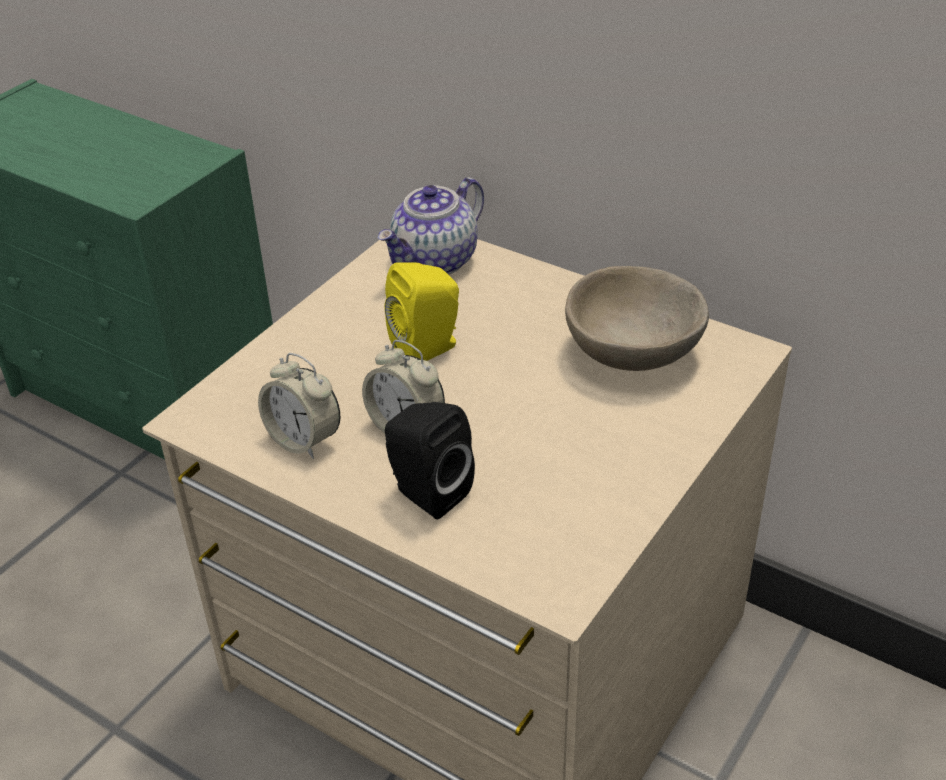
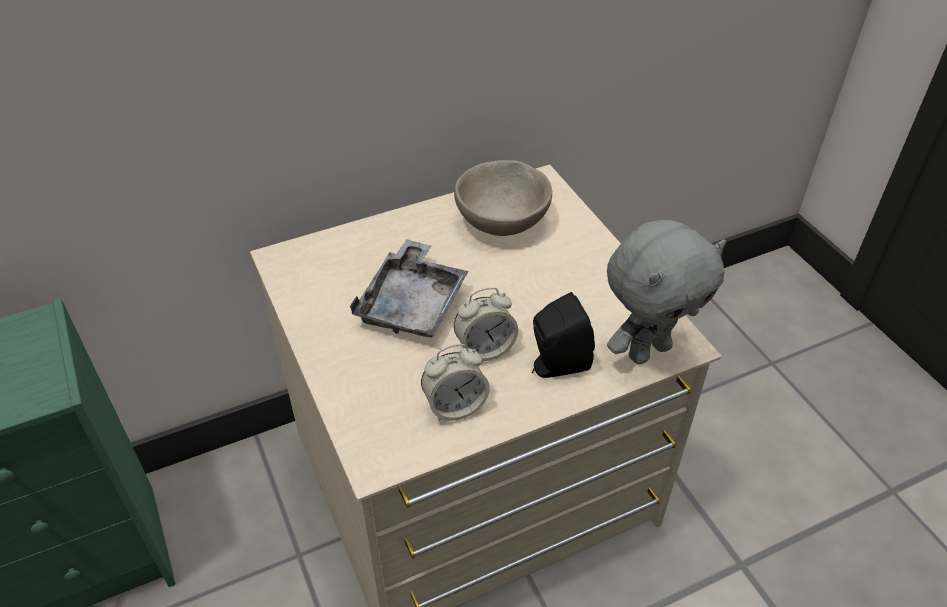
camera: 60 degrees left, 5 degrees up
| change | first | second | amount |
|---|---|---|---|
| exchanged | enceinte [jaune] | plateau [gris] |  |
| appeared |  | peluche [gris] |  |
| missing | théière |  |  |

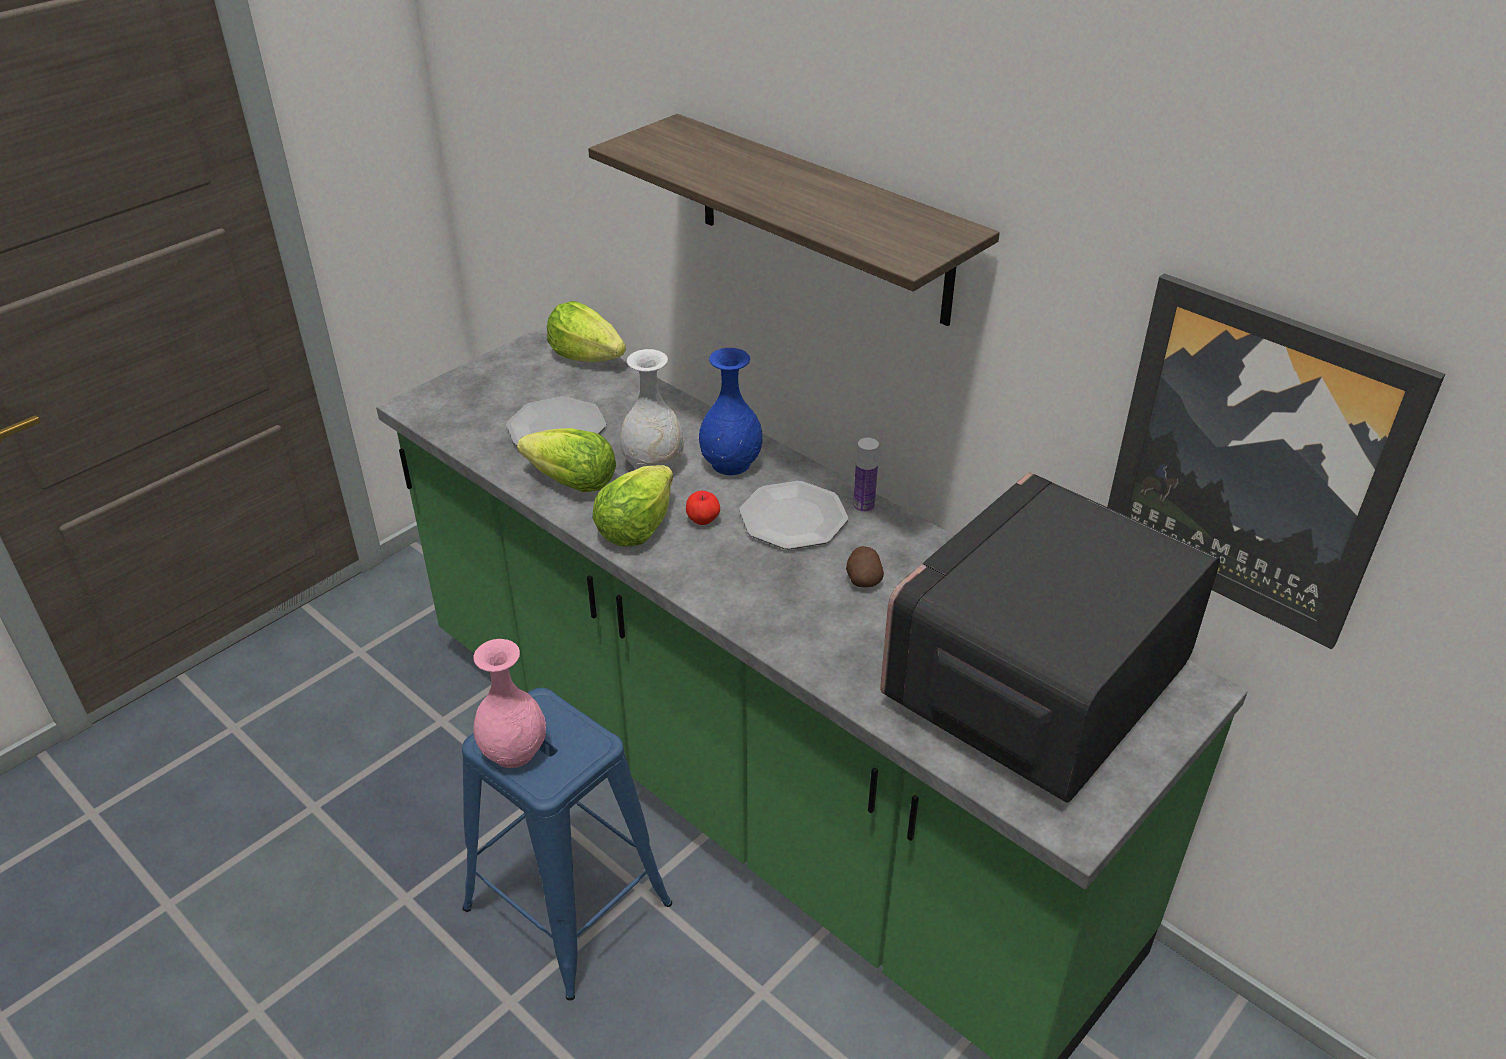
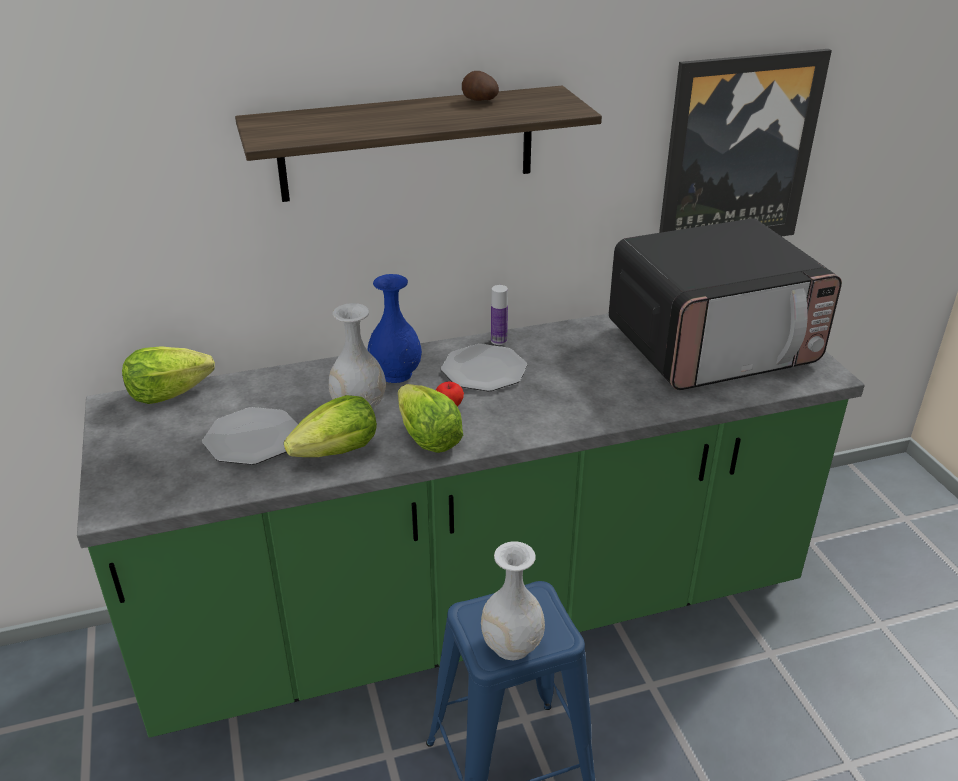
camera: 60 degrees left, 5 degrees down
| change | first | second | amount |
|---|---|---|---|
| relocated | pomme de terre |  |  |
| colour | vase [rose] | vase [blanc] (no. 2 from left) |  |
| spun | micro-ondes |  | 90 degrees counterclockwise |

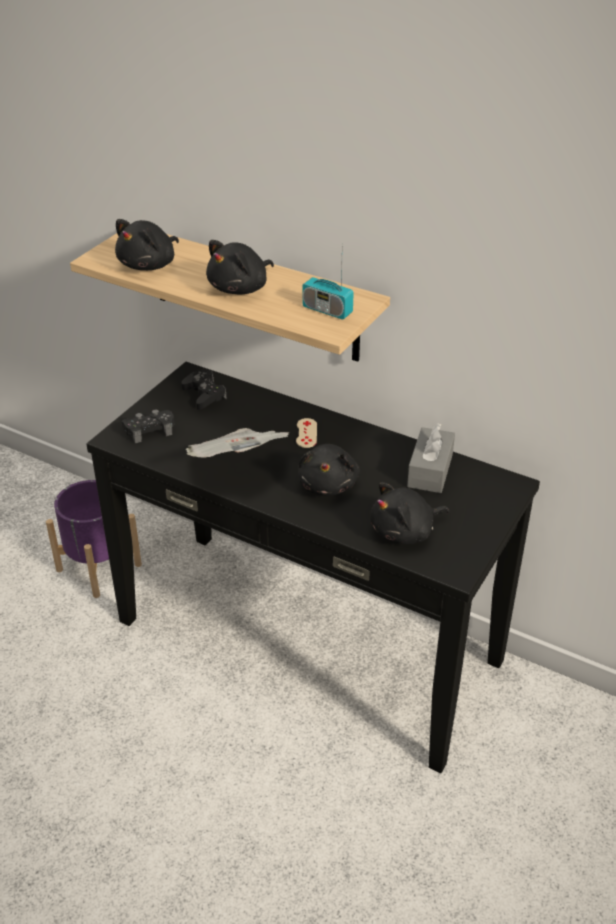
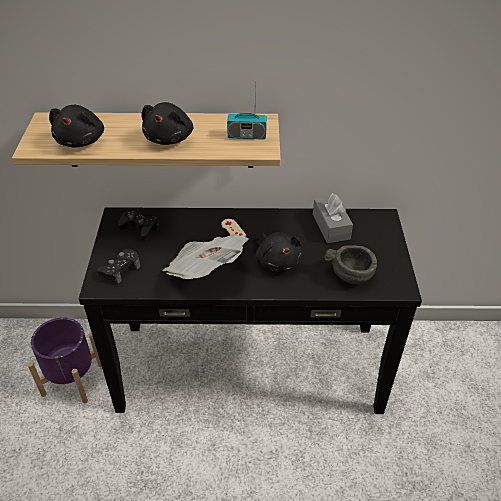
camera: 30 degrees left, 5 degrees up
| change | first | second | amount |
|---|---|---|---|
| exchanged | peluche [noir] (no. 4 from left) | bol [gris] |  |

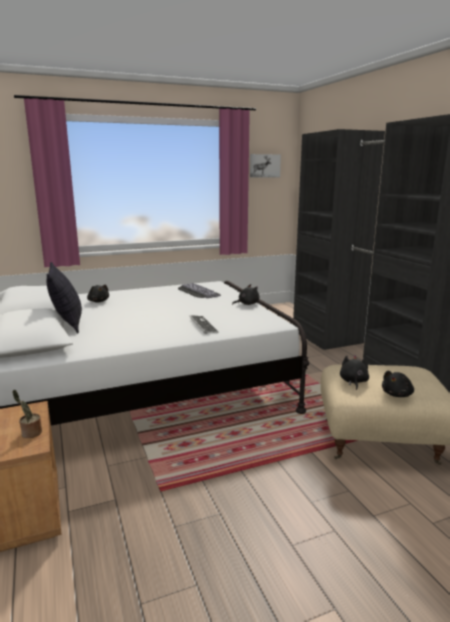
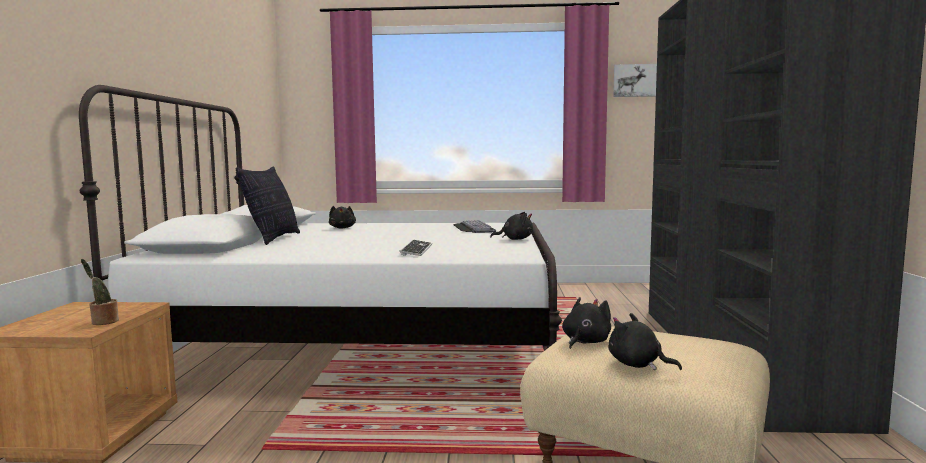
camera: 25 degrees right, 10 degrees down
| change | first | second | amount |
|---|---|---|---|
| spun | peluche [noir] (no. 4 from left) |  | 60 degrees clockwise |

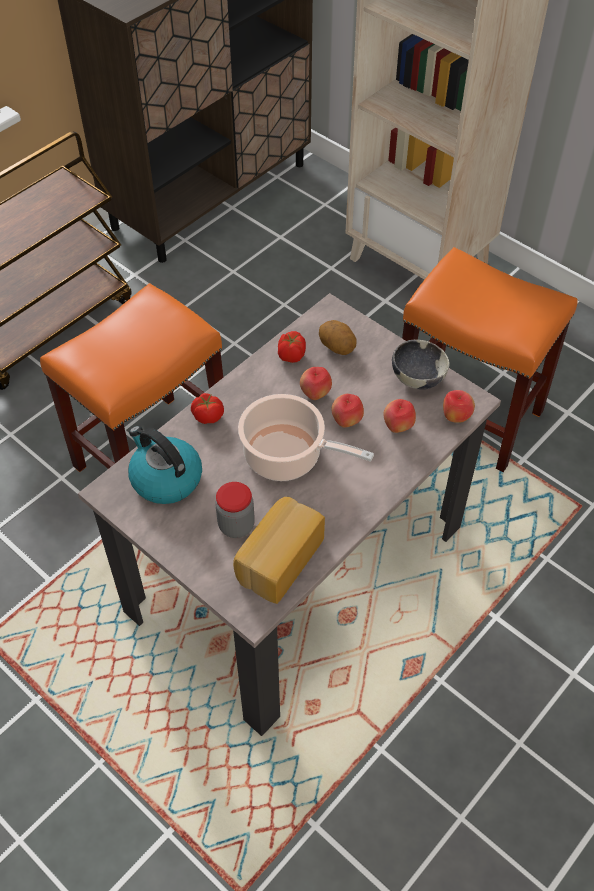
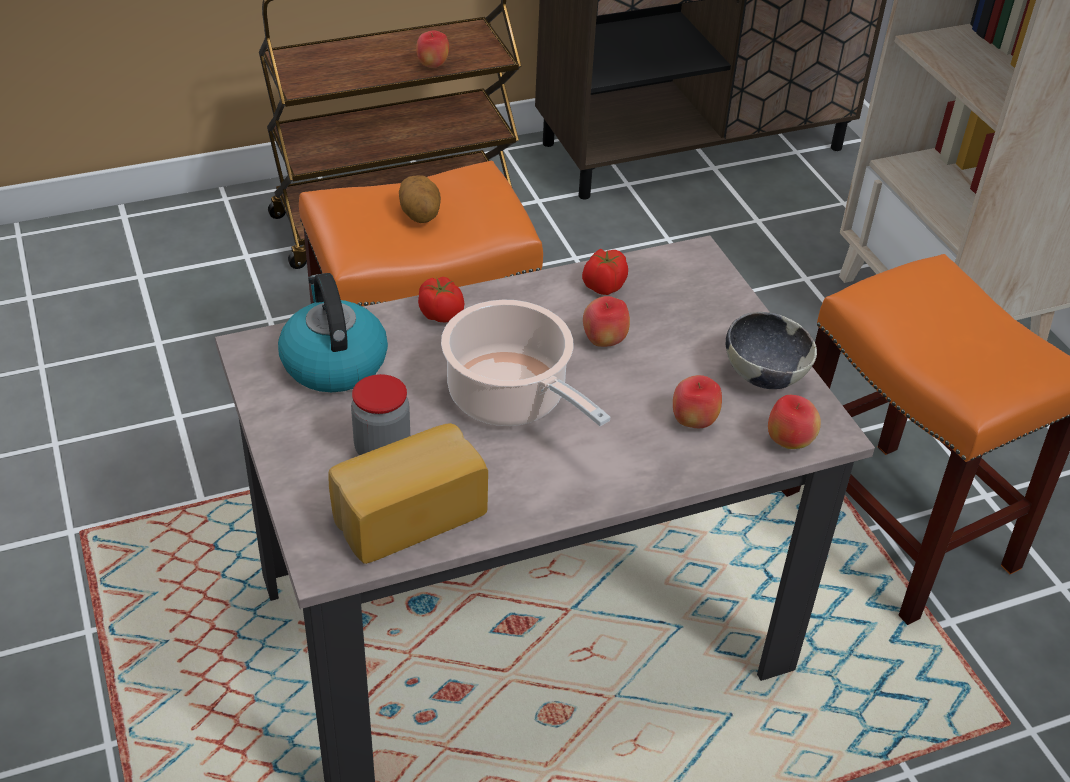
camera: 25 degrees right, 10 degrees down
| change | first | second | amount |
|---|---|---|---|
| relocated | pomme de terre |  |  |
| relocated | pomme (no. 2 from left in the first image) | pomme (no. 1 from left) |  |

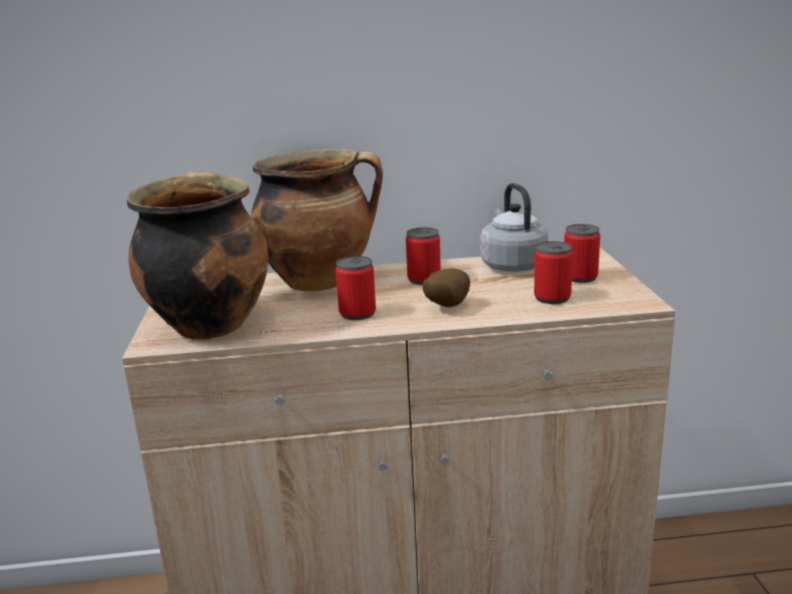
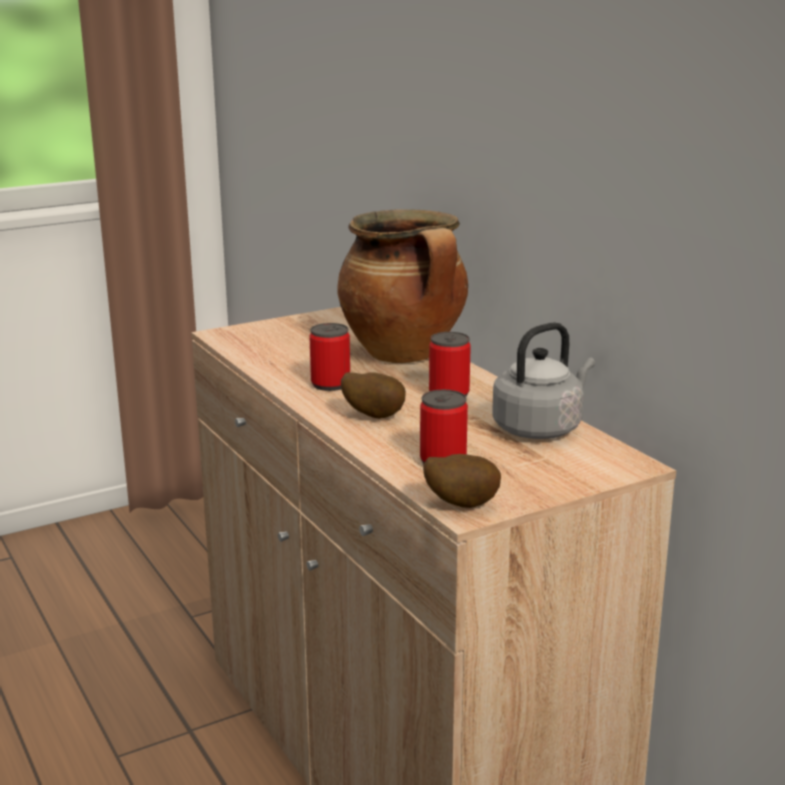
camera: 65 degrees right, 0 degrees up
| change | first | second | amount |
|---|---|---|---|
| appeared |  | pomme de terre (no. 2 from left) |  |
| missing | marmite (no. 1 from left) |  |  |
| missing | boîte métallique (no. 4 from left) |  |  |

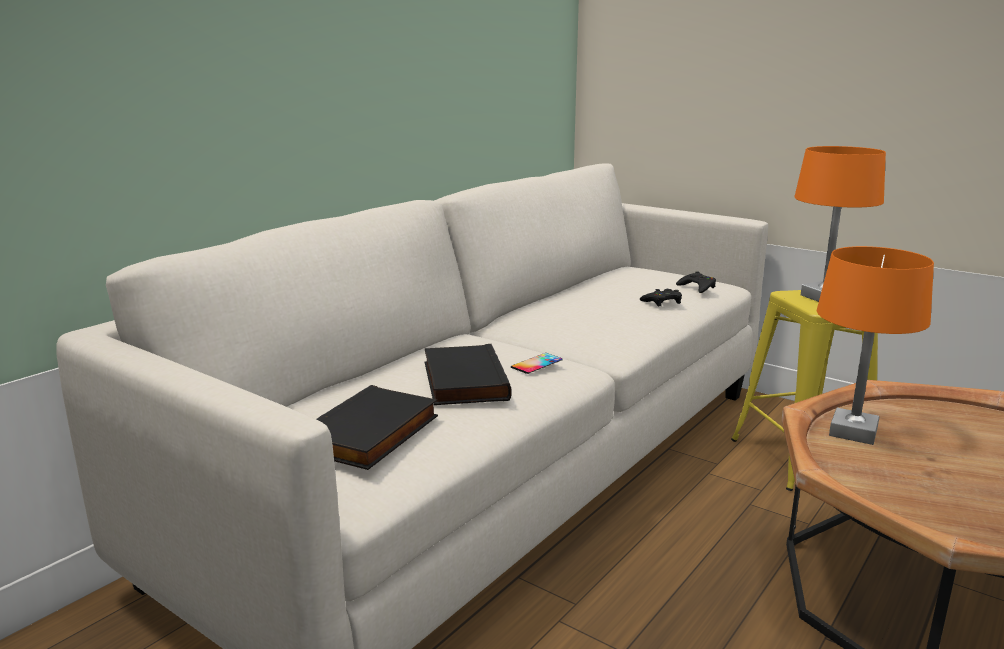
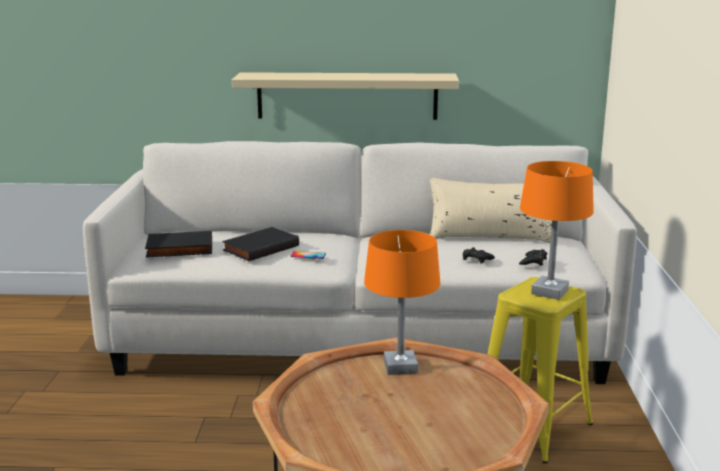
camera: 55 degrees right, 0 degrees up
| change | first | second | amount |
|---|---|---|---|
| appeared |  | étagère [beige] |  |
| appeared |  | coussin [beige] |  |

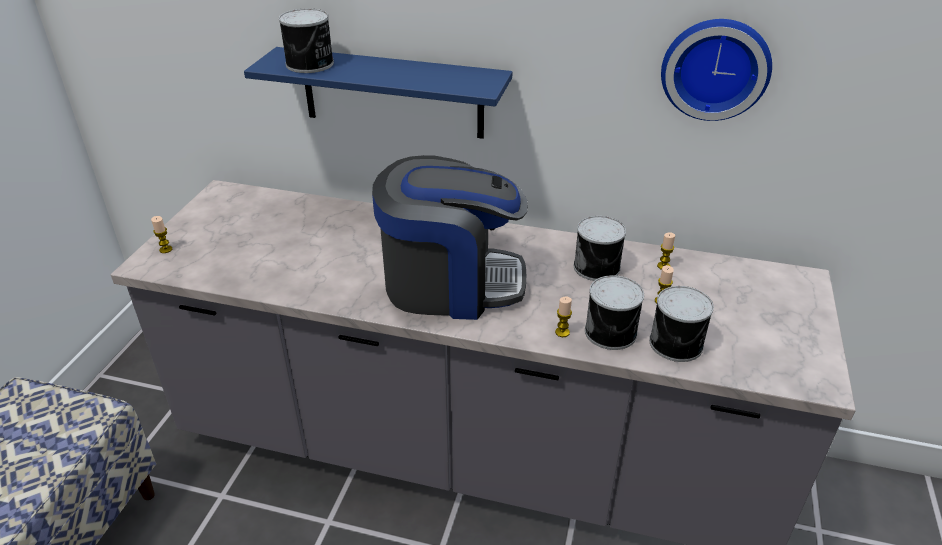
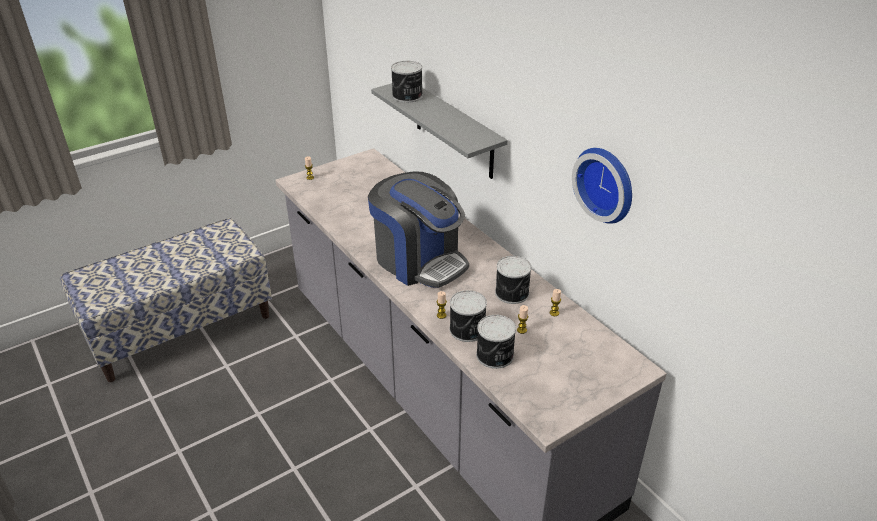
camera: 40 degrees right, 0 degrees up
| change | first | second | amount |
|---|---|---|---|
| colour | étagère [bleu] | étagère [gris] |  |

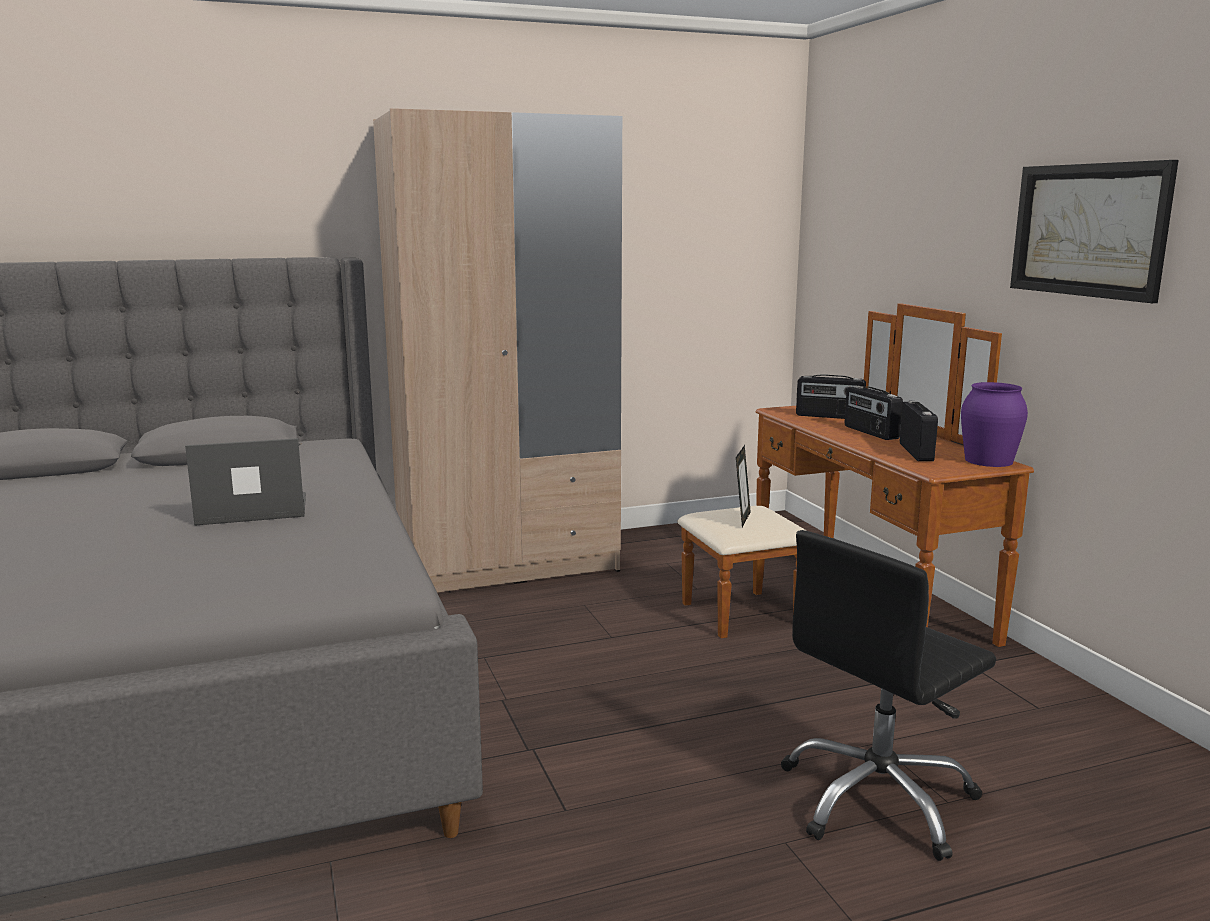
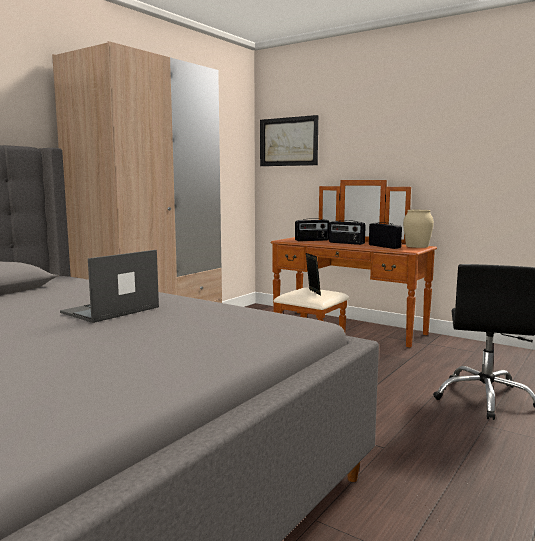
camera: 35 degrees left, 5 degrees down
| change | first | second | amount |
|---|---|---|---|
| relocated | tableau |  |  |
| colour | vase [violet] | vase [beige] |  |

